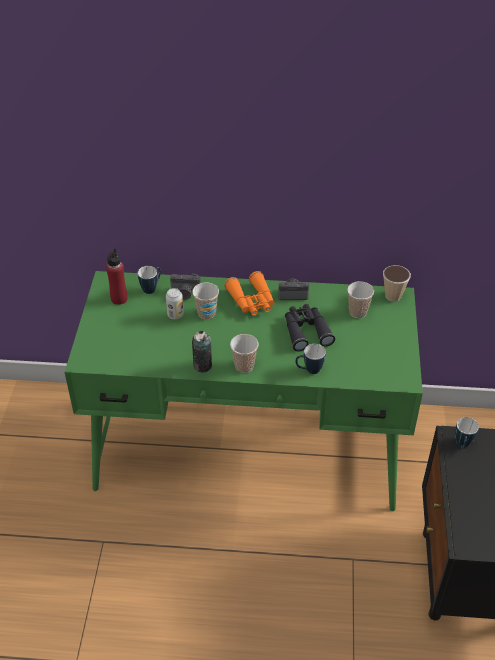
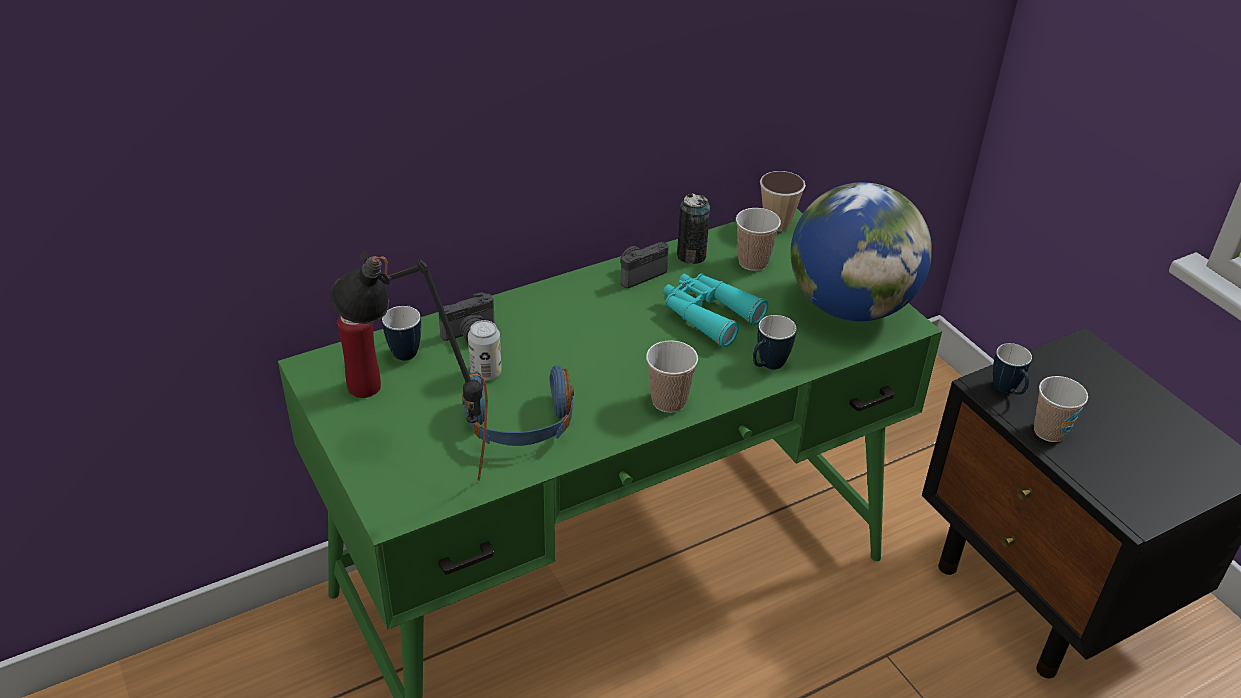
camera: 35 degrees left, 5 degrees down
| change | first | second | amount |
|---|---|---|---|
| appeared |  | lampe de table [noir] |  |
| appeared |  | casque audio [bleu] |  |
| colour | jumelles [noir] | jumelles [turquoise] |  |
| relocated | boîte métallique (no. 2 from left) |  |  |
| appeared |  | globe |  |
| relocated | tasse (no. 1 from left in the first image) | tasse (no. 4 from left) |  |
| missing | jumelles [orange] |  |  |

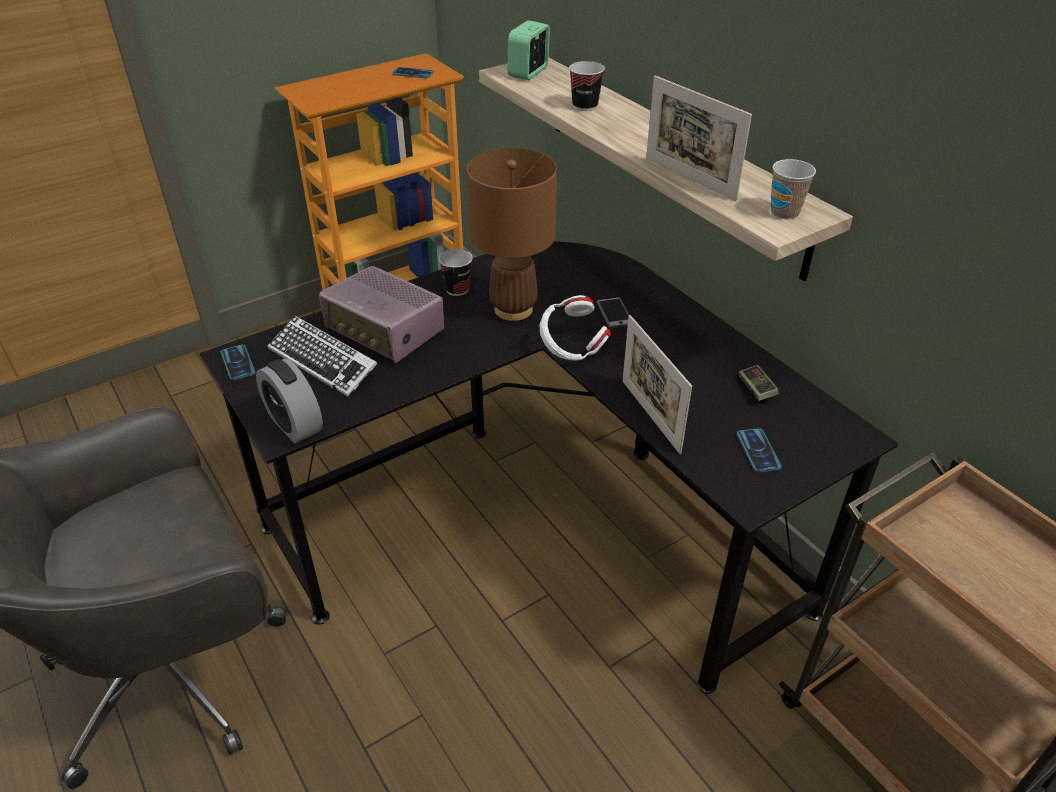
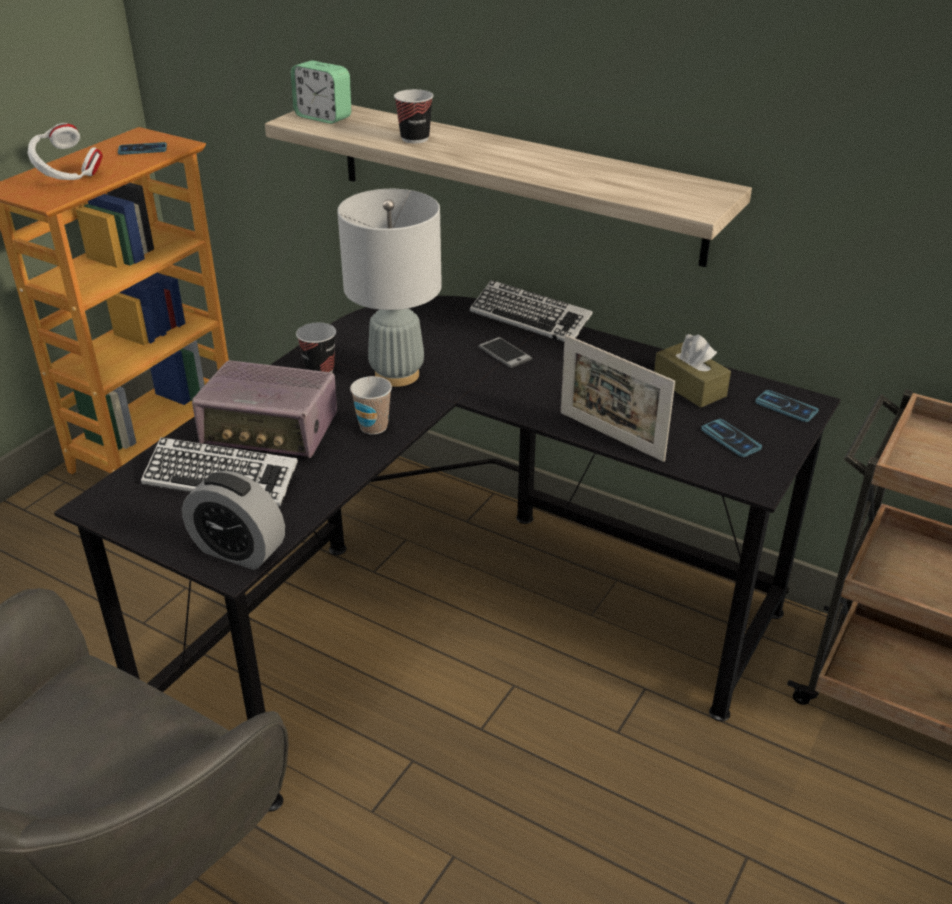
camera: 25 degrees left, 5 degrees down
| change | first | second | amount |
|---|---|---|---|
| relocated | casque audio [blanc] |  |  |
| spun | réveil (no. 2 from left) |  | 60 degrees counterclockwise |
| colour | lampe de table [marron] | lampe de table [gris] |  |
| relocated | tasse (no. 3 from left in the first image) | tasse (no. 2 from left) |  |
| appeared |  | clavier (no. 2 from left) |  |
| exchanged | manette | boîte à mouchoirs [marron] |  |
| relocated | téléphone (no. 1 from left in the first image) | téléphone (no. 4 from left) |  |
| missing | cadre photo (no. 2 from left) |  |  |

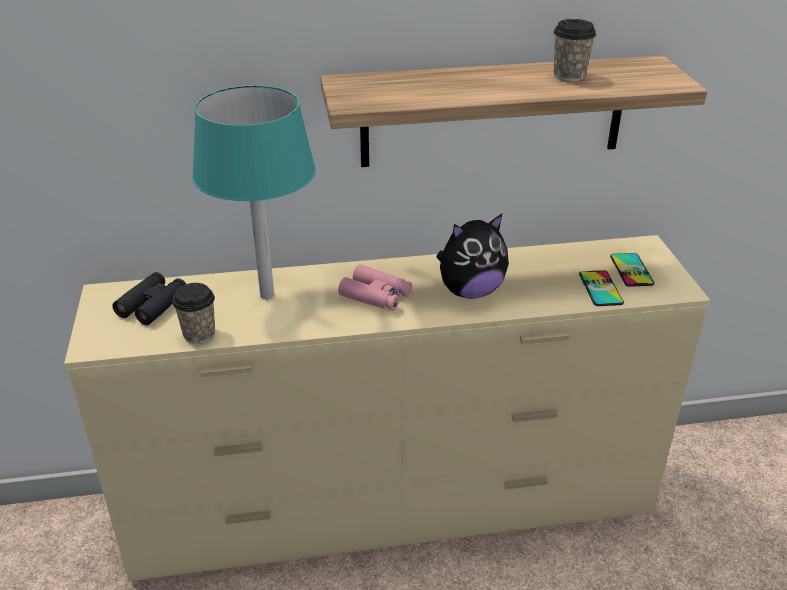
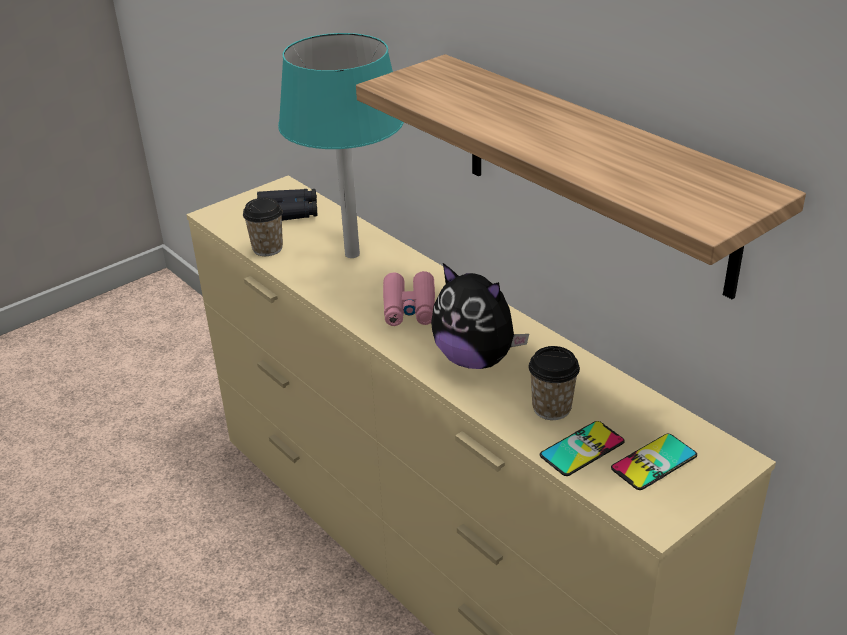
camera: 60 degrees right, 0 degrees up
| change | first | second | amount |
|---|---|---|---|
| relocated | tasse (no. 2 from left) |  |  |

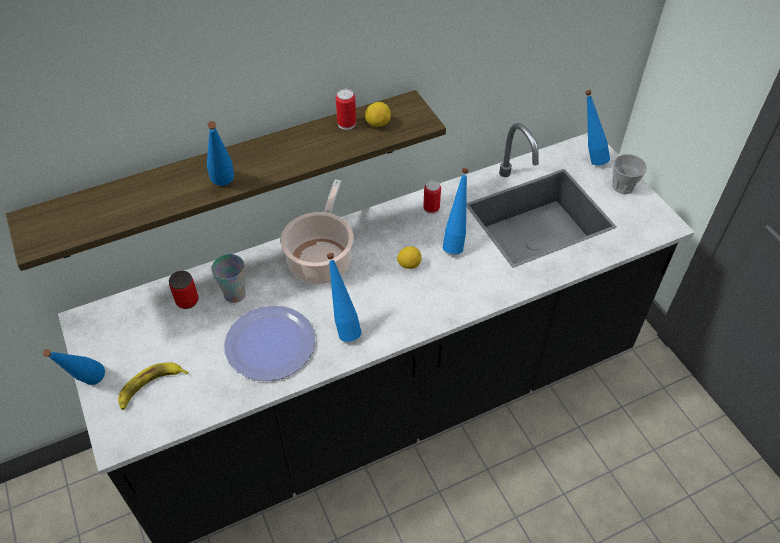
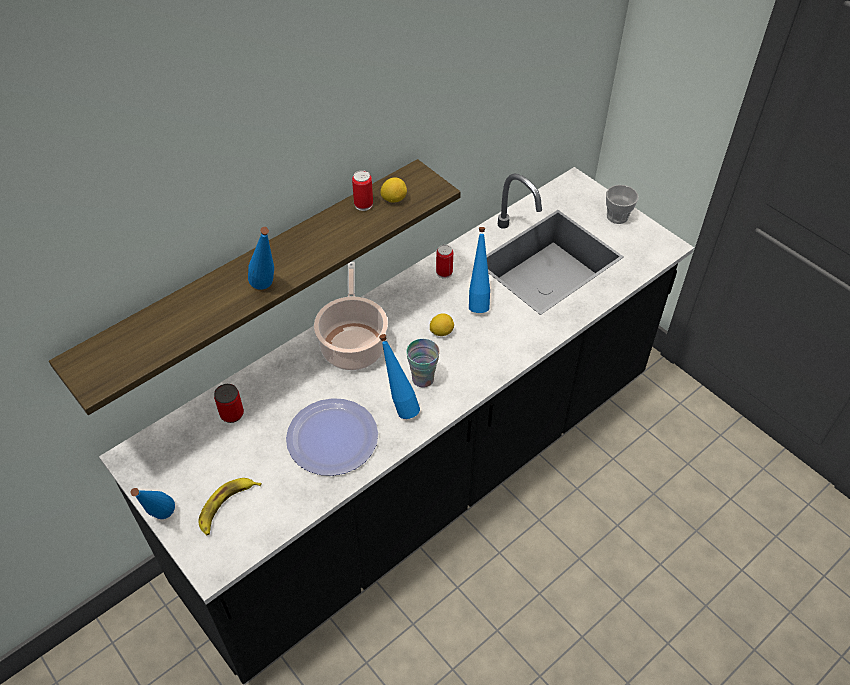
camera: 15 degrees left, 0 degrees up
| change | first | second | amount |
|---|---|---|---|
| relocated | tasse (no. 1 from left) |  |  |
| missing | bouteille [bleu] (no. 5 from left) |  |  |

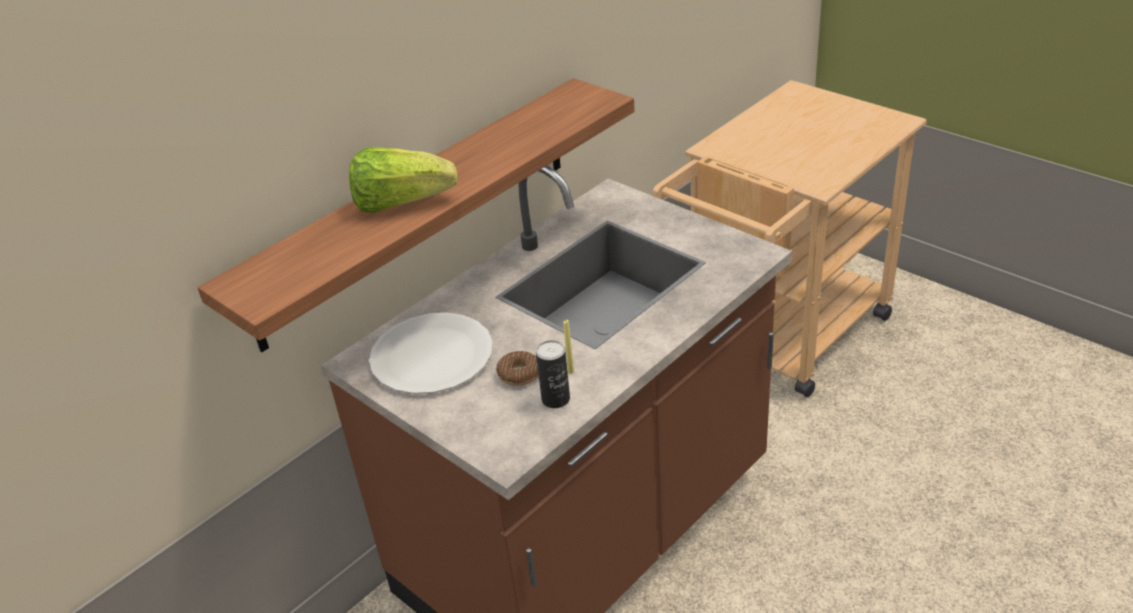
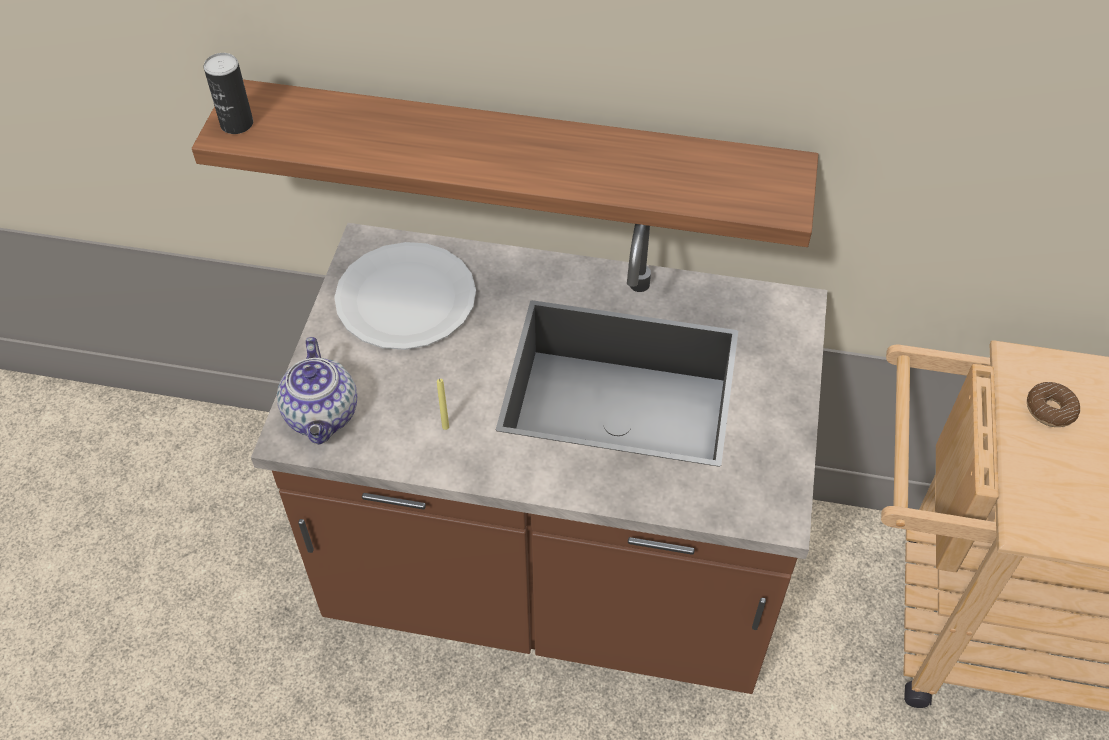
camera: 55 degrees right, 15 degrees up
| change | first | second | amount |
|---|---|---|---|
| relocated | boîte métallique |  |  |
| appeared |  | théière |  |
| relocated | beignet |  |  |
| missing | laitue |  |  |

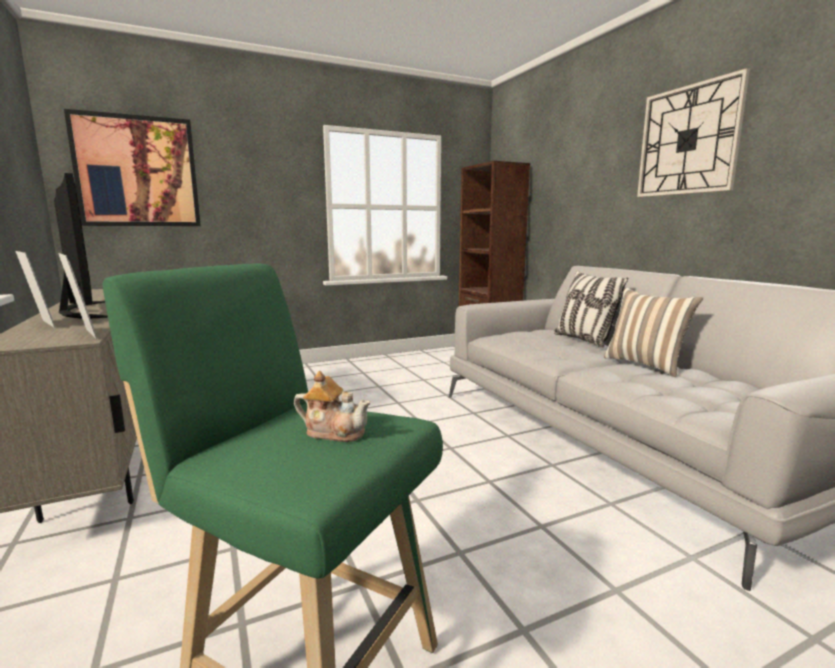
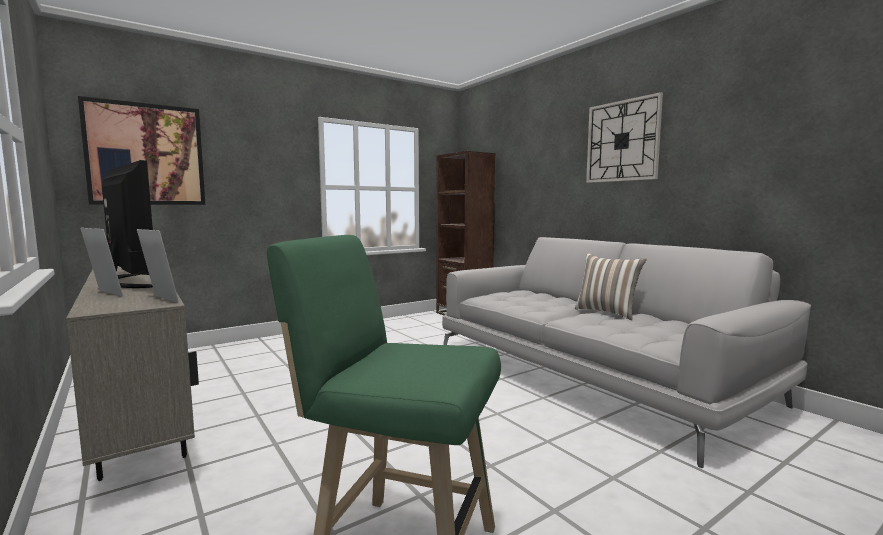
camera: 10 degrees left, 5 degrees down
| change | first | second | amount |
|---|---|---|---|
| missing | théière |  |  |
| missing | coussin (no. 1 from left) |  |  |

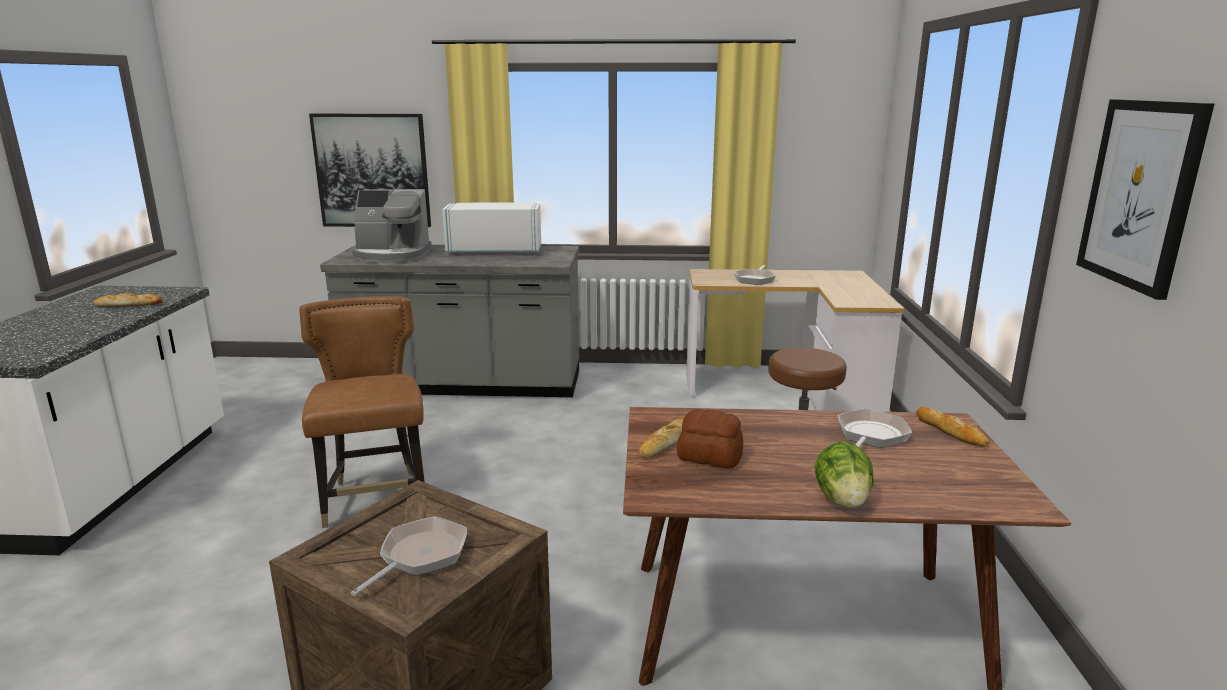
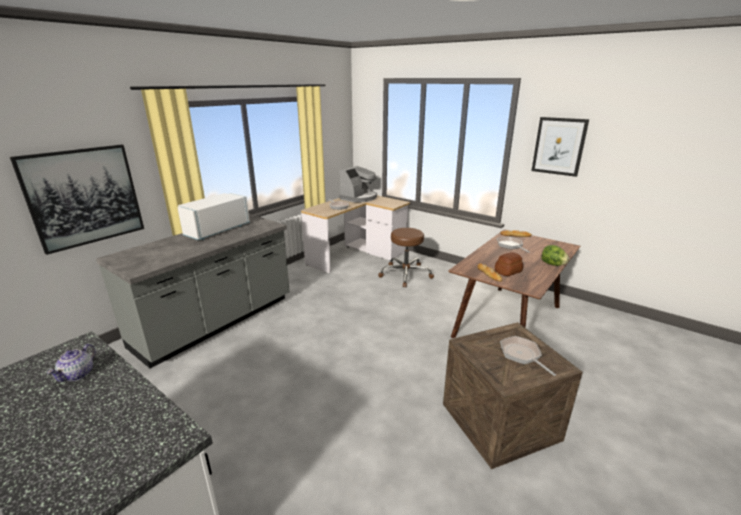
camera: 55 degrees left, 5 degrees up
| change | first | second | amount |
|---|---|---|---|
| exchanged | pain (no. 1 from left) | théière |  |
| relocated | machine à café |  |  |
| missing | chaise [marron] |  |  |

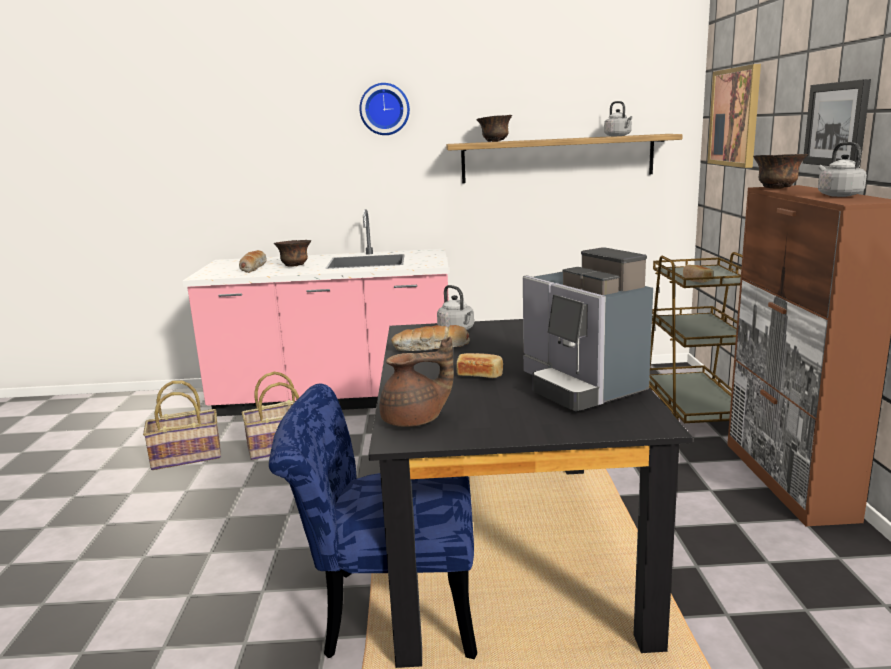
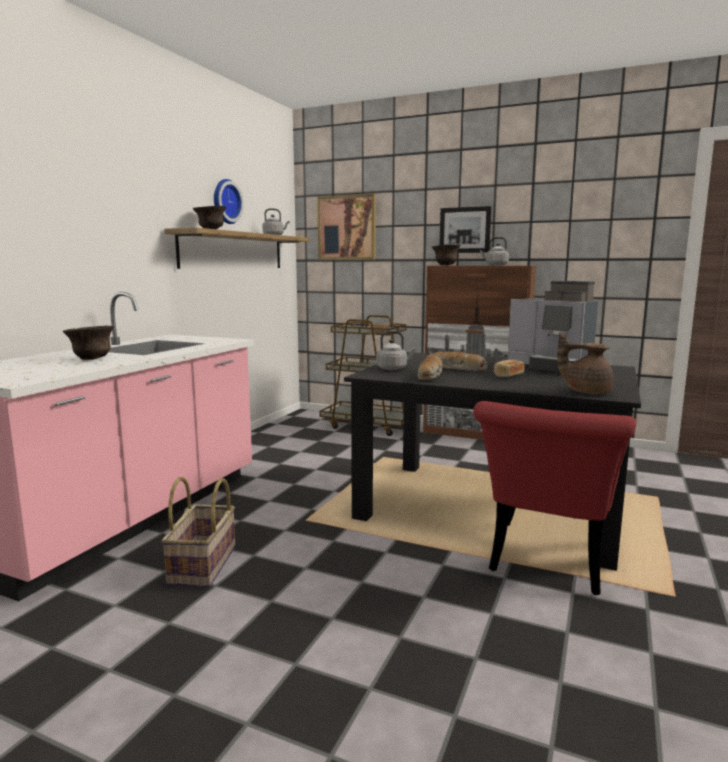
camera: 65 degrees left, 5 degrees down
| change | first | second | amount |
|---|---|---|---|
| relocated | horloge murale |  |  |
| relocated | pain (no. 1 from left in the first image) | pain (no. 3 from left) |  |
| colour | chaise [bleu] | chaise [rouge] |  |
| spun | machine à café |  | 45 degrees clockwise |
| spun | théière [marron] |  | 75 degrees counterclockwise |
| missing | panier (no. 1 from left) |  |  |

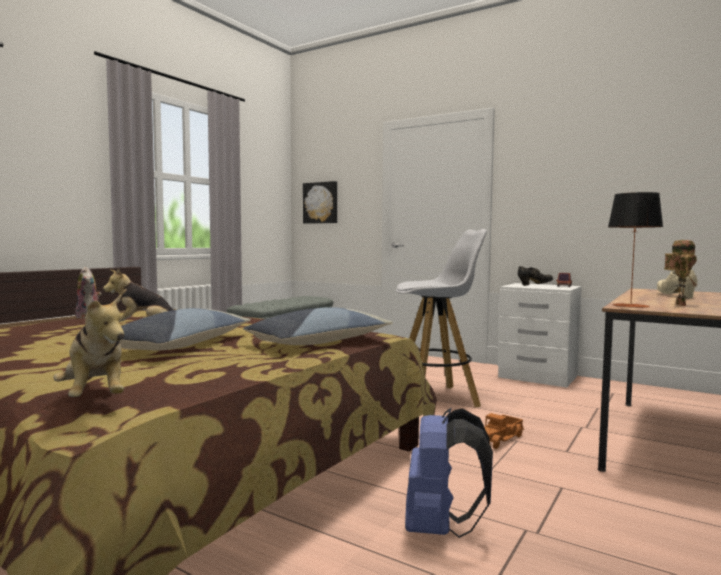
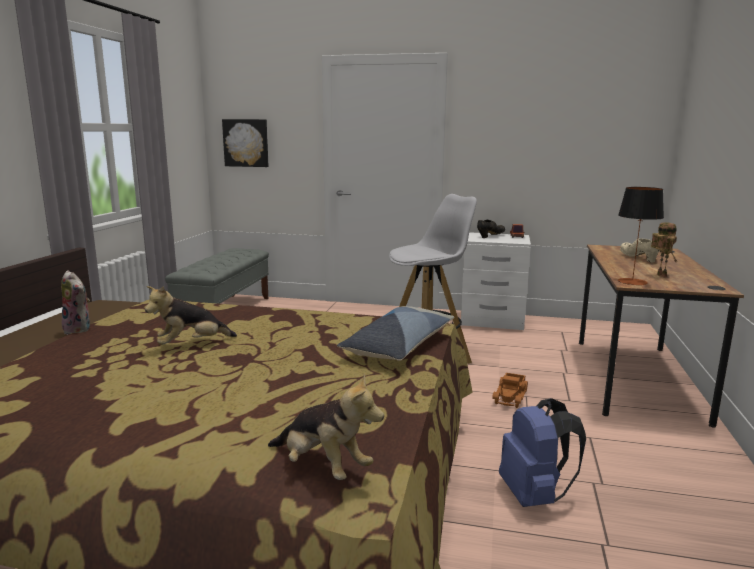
camera: 20 degrees left, 10 degrees up
| change | first | second | amount |
|---|---|---|---|
| missing | coussin (no. 1 from left) |  |  |

